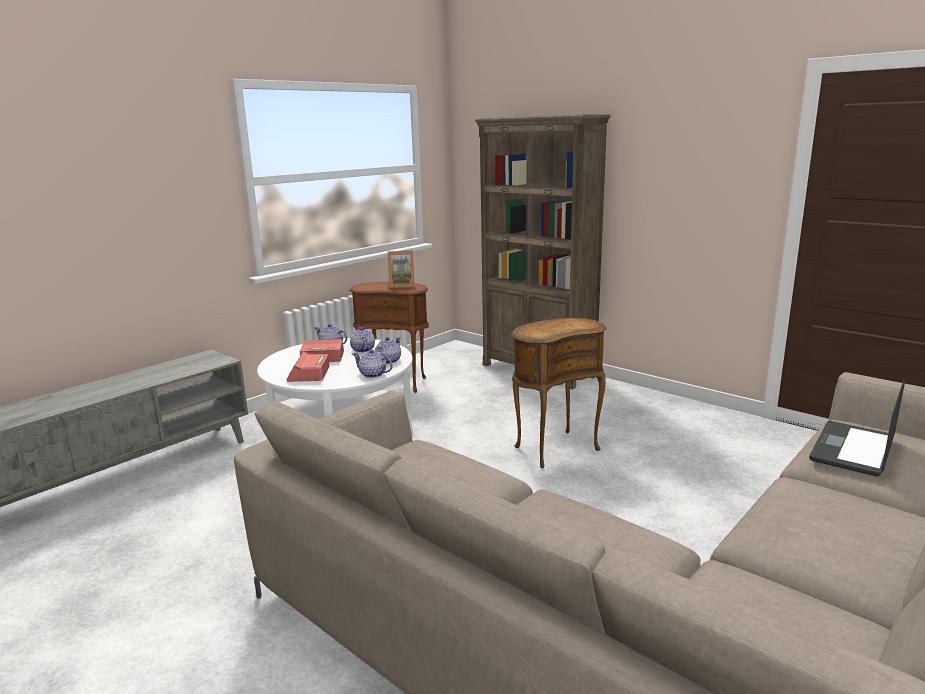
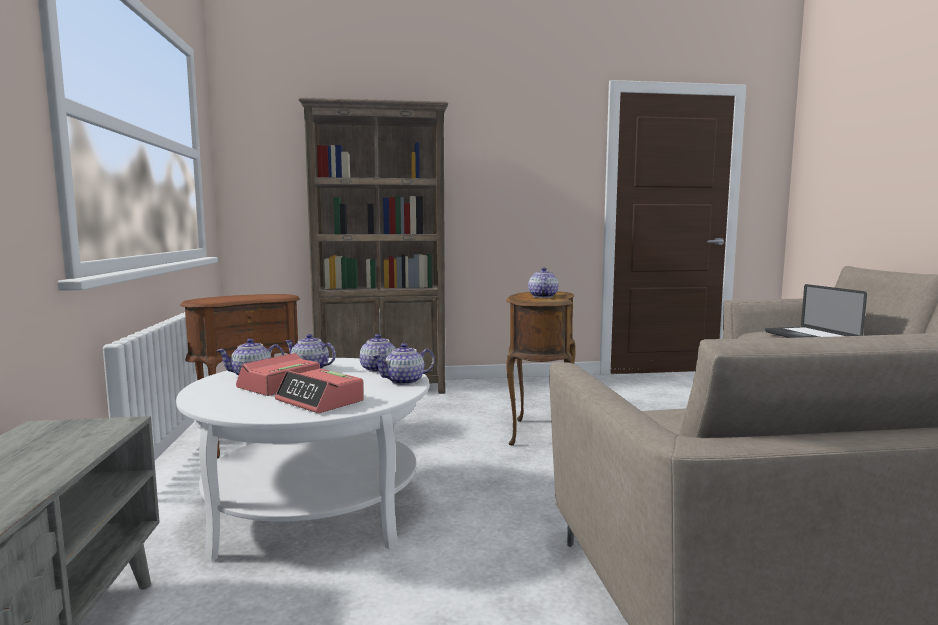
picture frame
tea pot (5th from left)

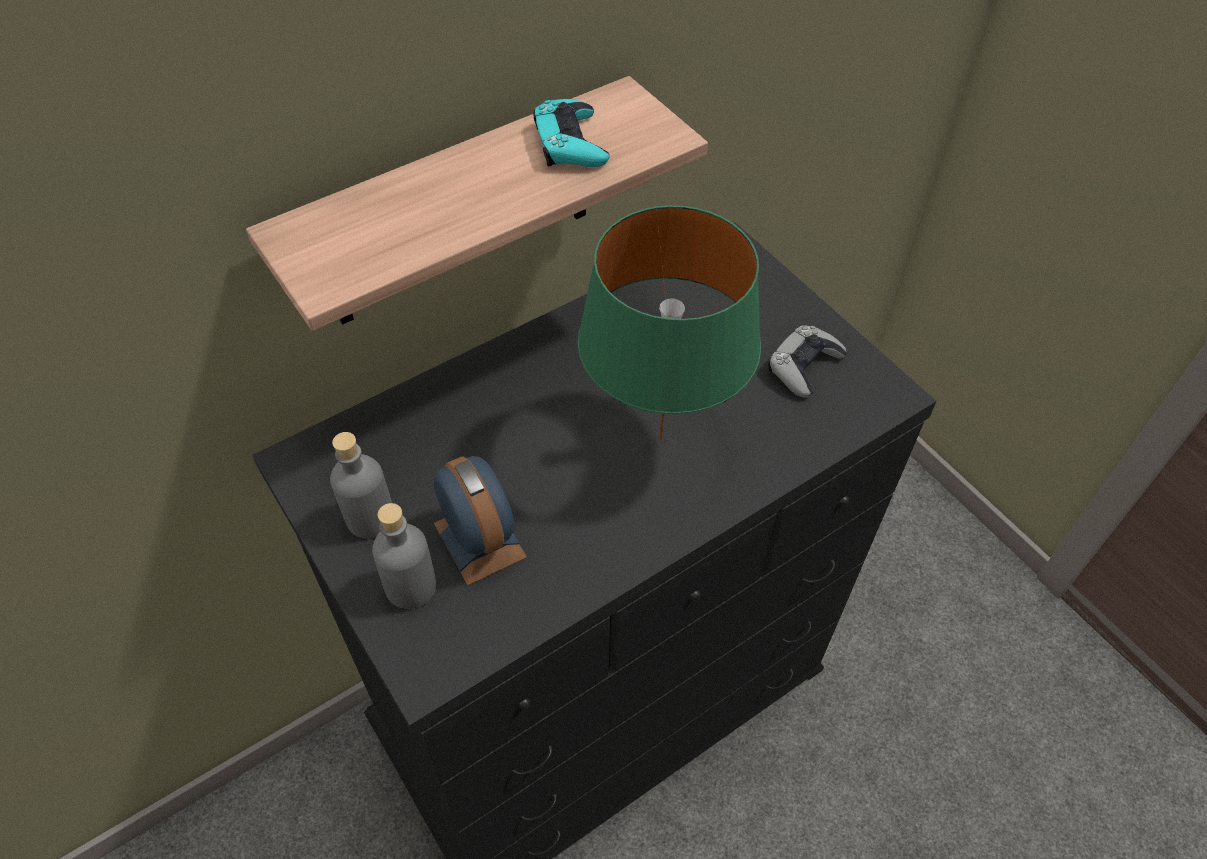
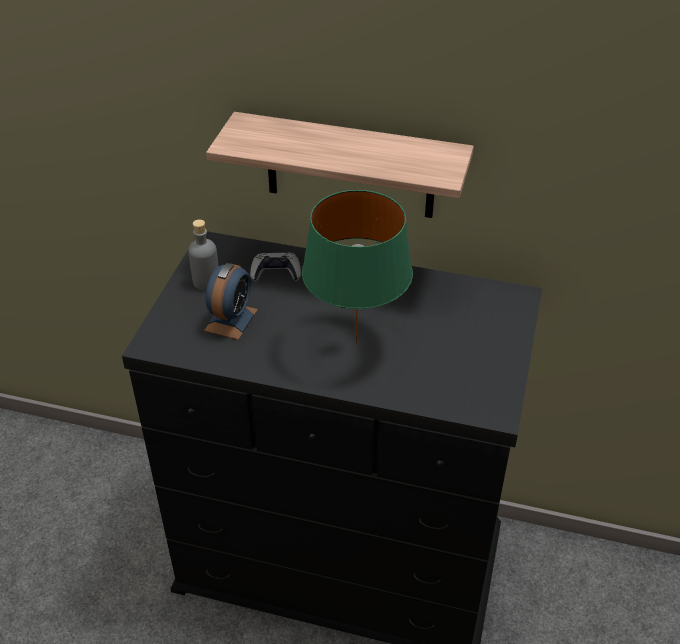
bottle in greyish (2nd from left in the first image)
game controller in turquoise
game controller in greyish

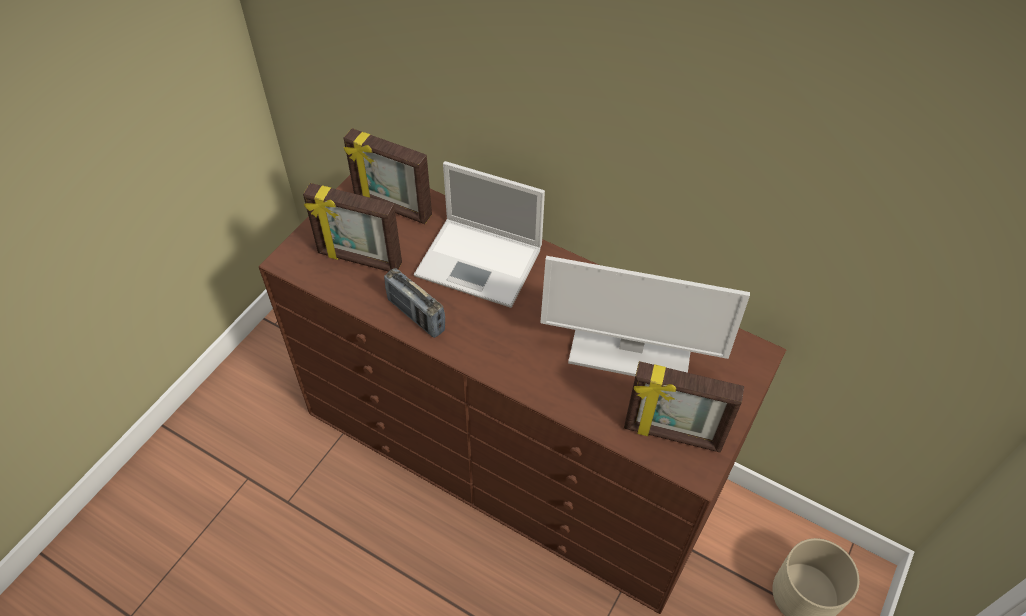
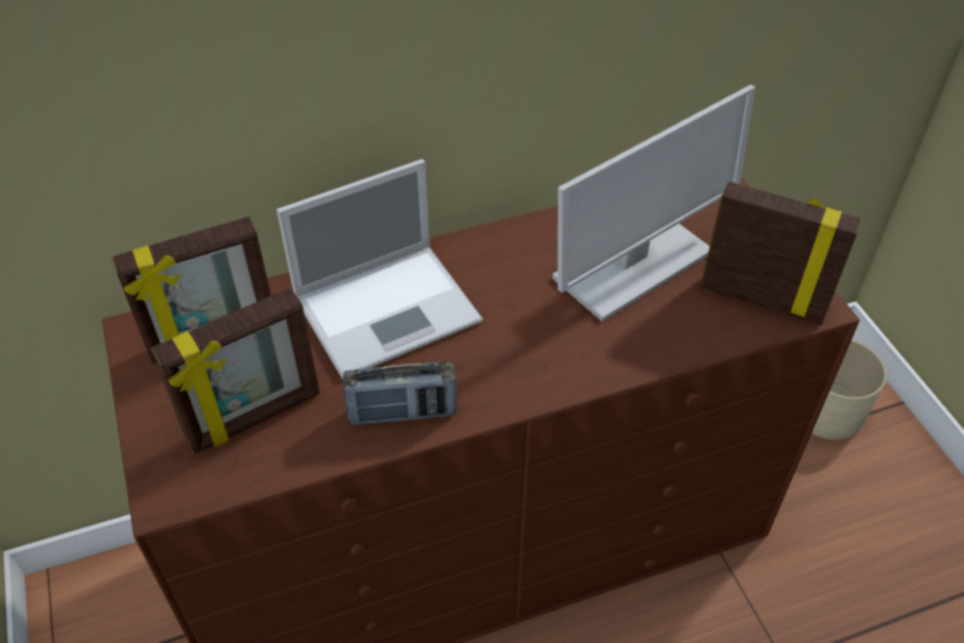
picture frame (3rd from left)

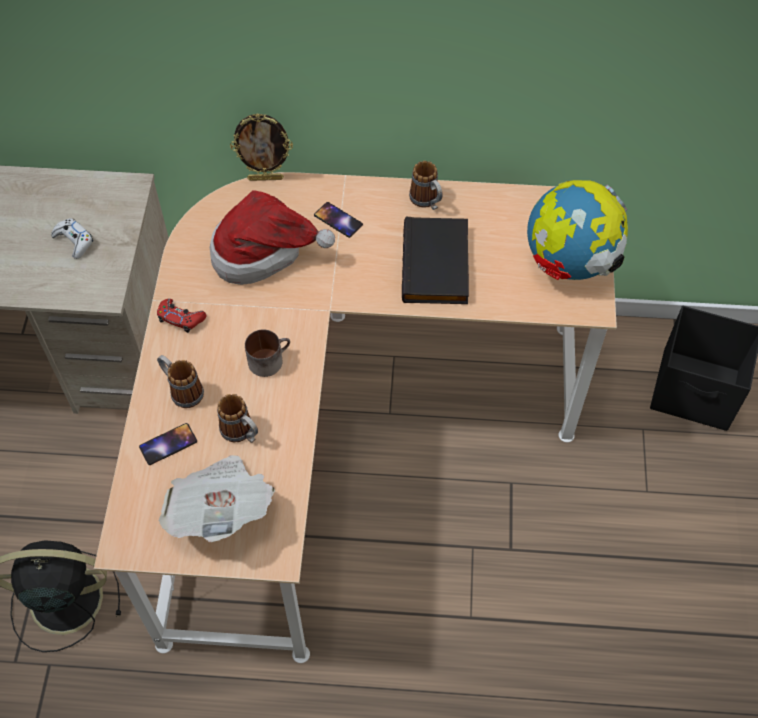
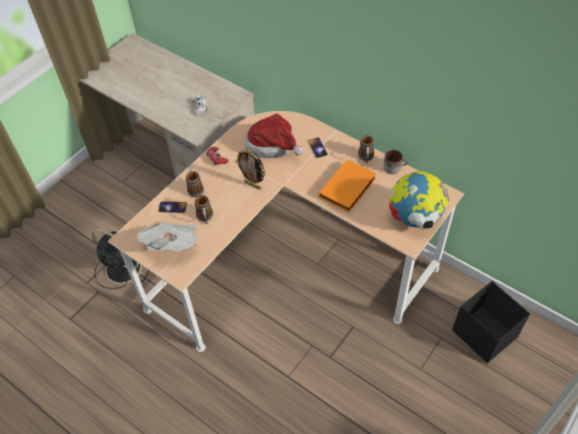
picture frame
tea mug (4th from left)
book in orange-coloured

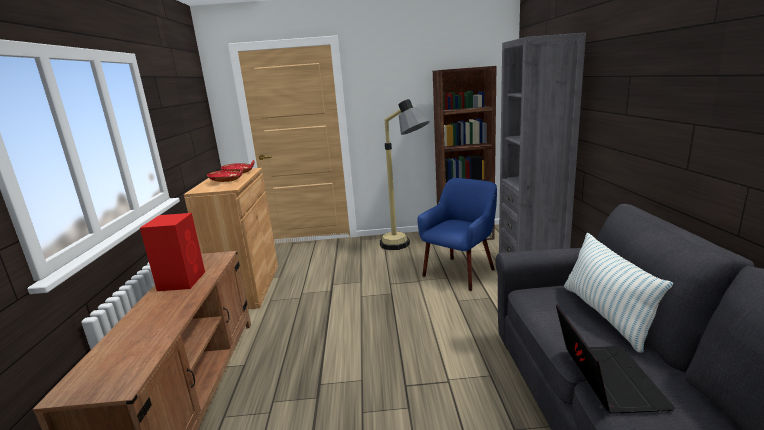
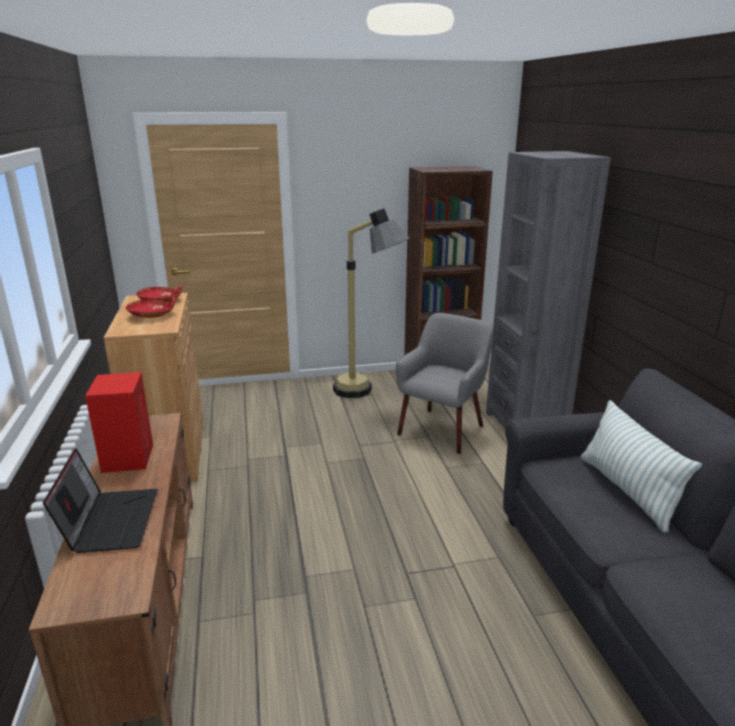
armchair in greyish
portable computer

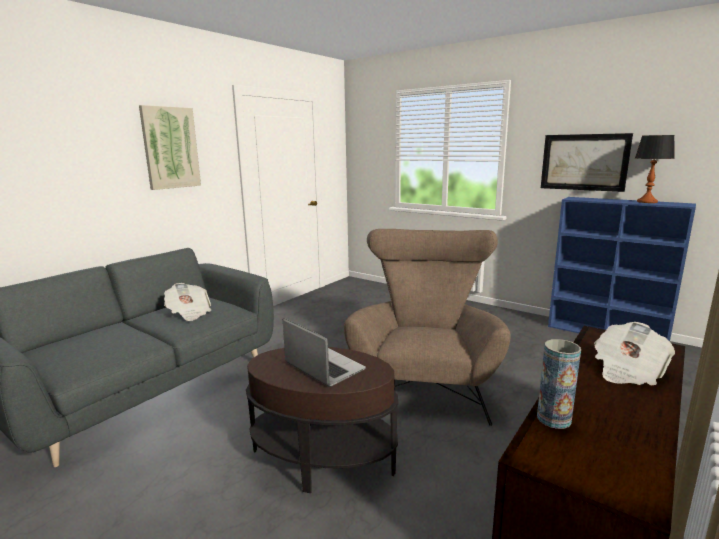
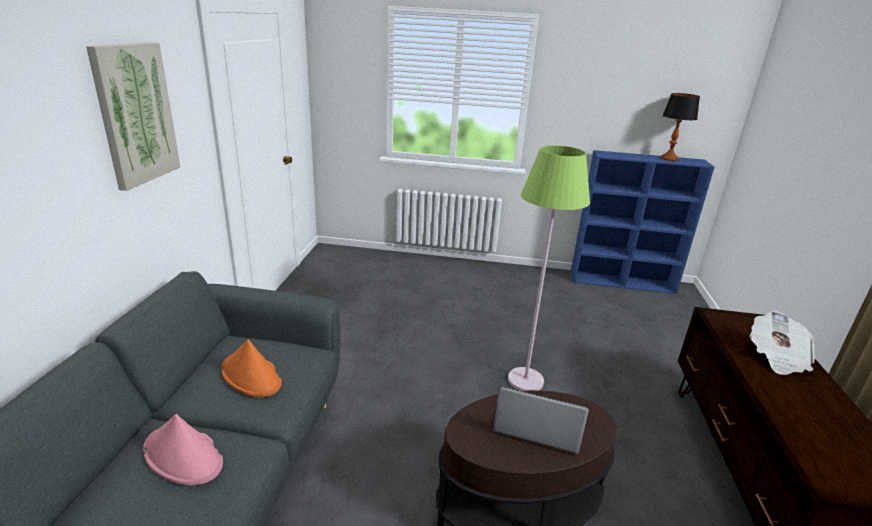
hat in orange-coloured
floor lamp in greenish
vase
wall picture (2nd from left in the first image)
hat in pink-coloured

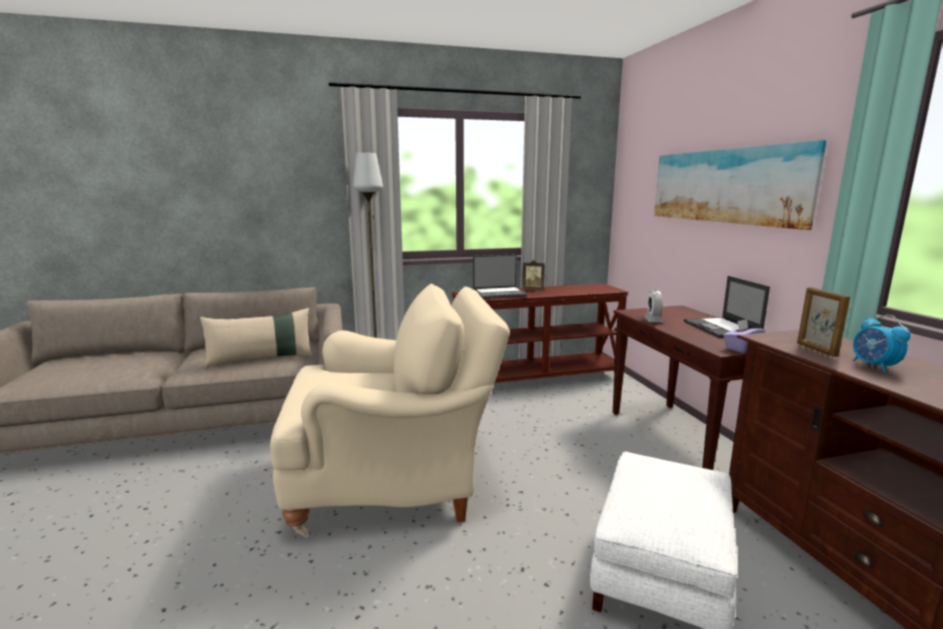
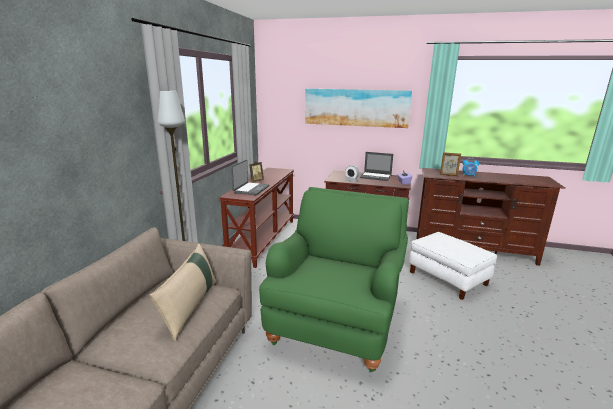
armchair in greenish

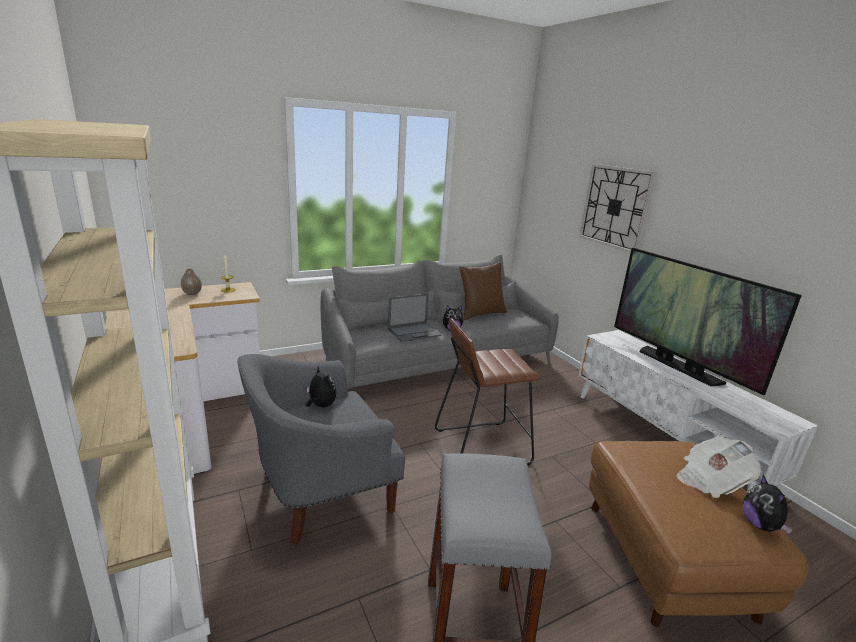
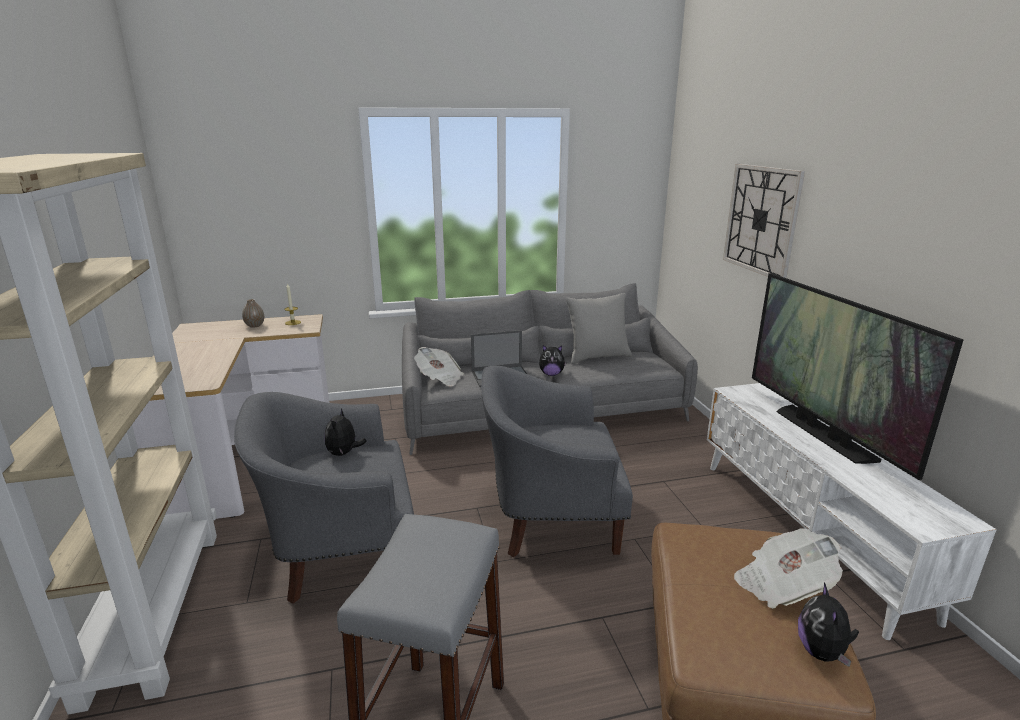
cuddly toy (1st from left)
armchair in greyish (2nd from left)
pillow in greyish
printed paper (1st from left)

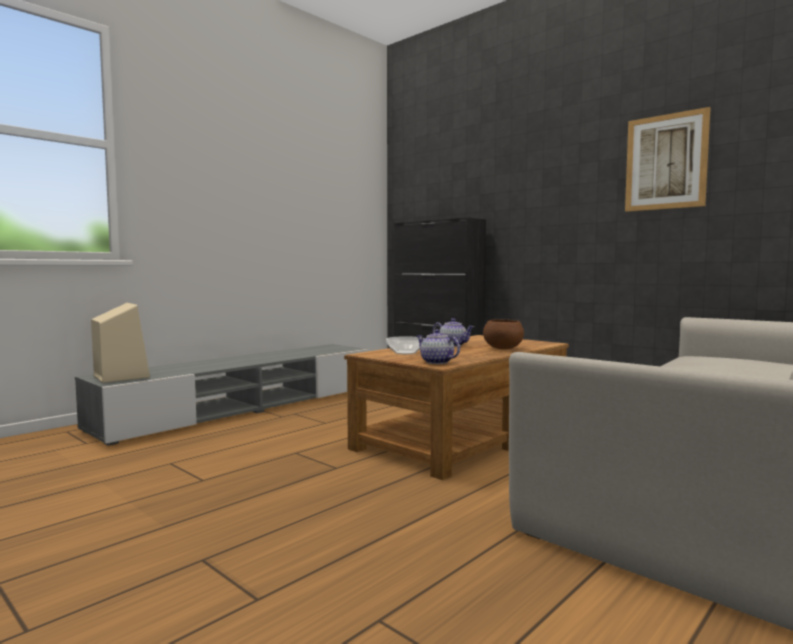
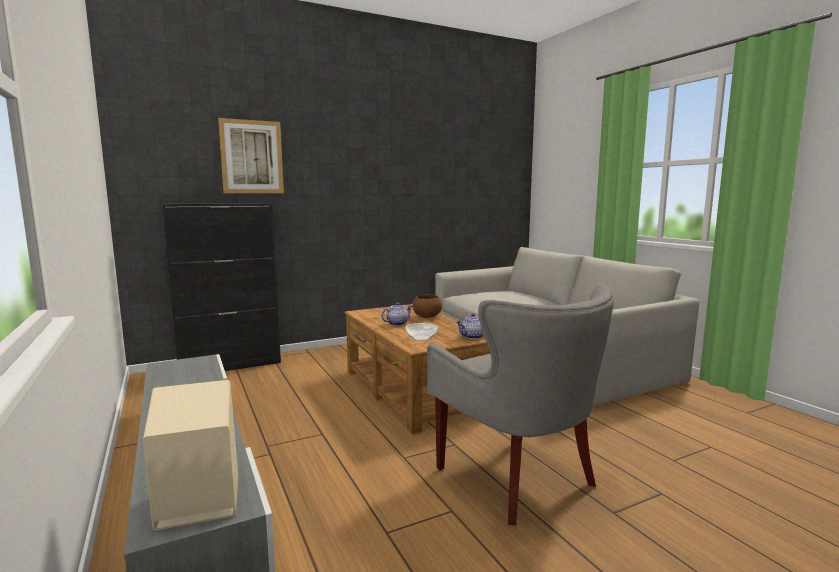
wall picture
armchair in greyish

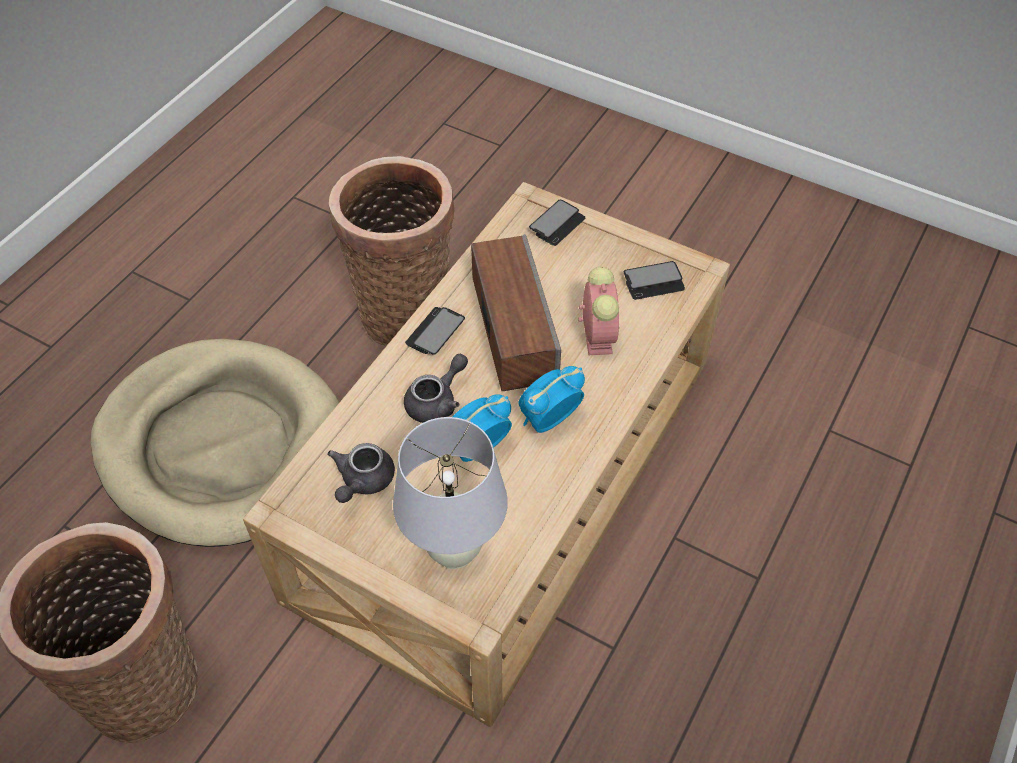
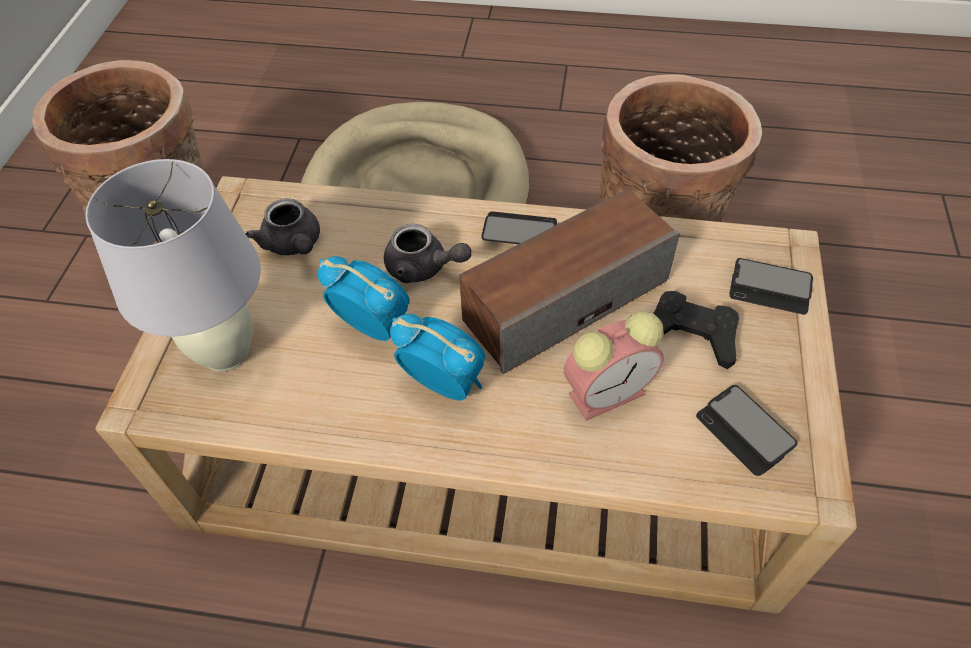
tea pot in greyish (1st from left)
game controller in black-coloured

